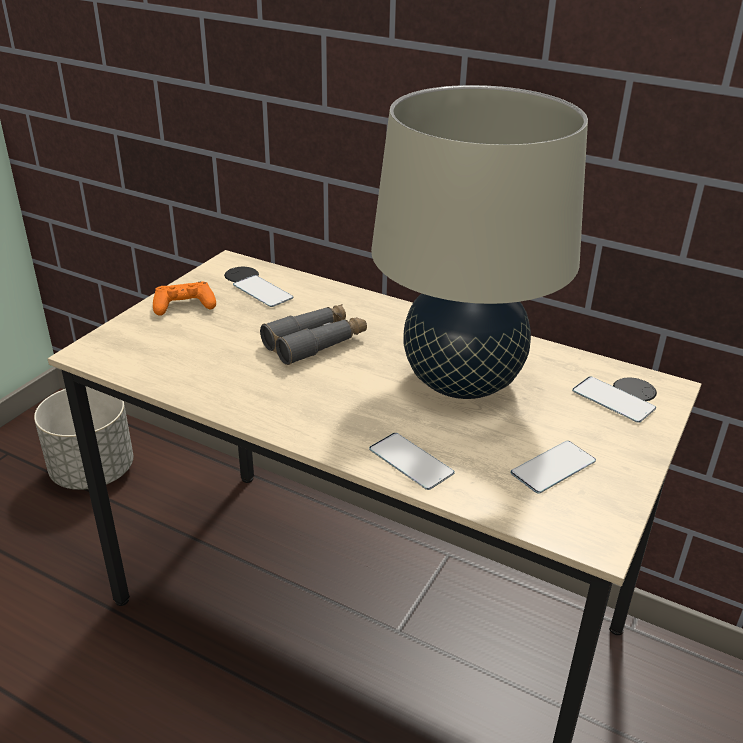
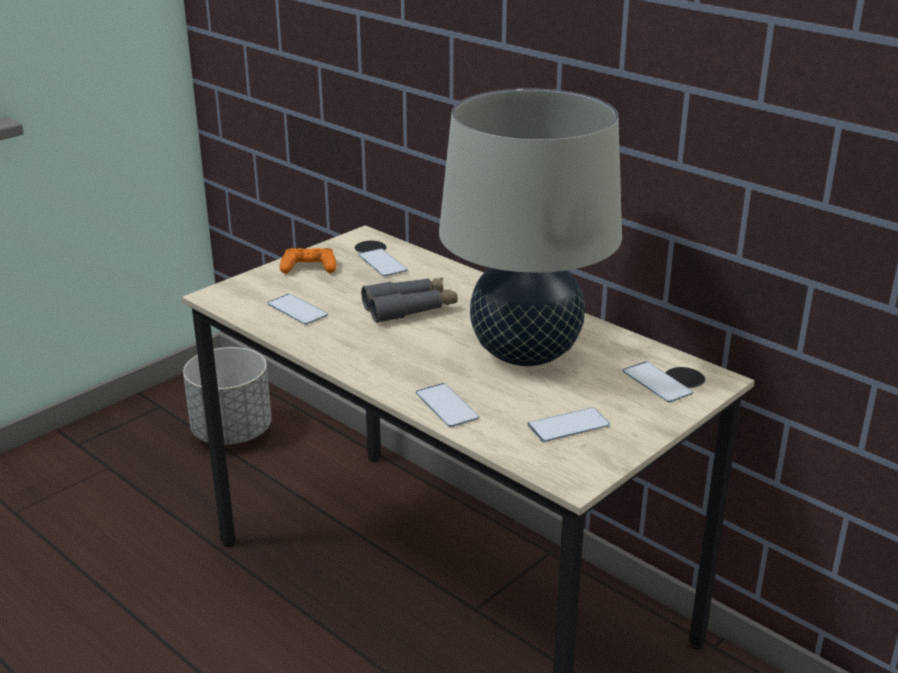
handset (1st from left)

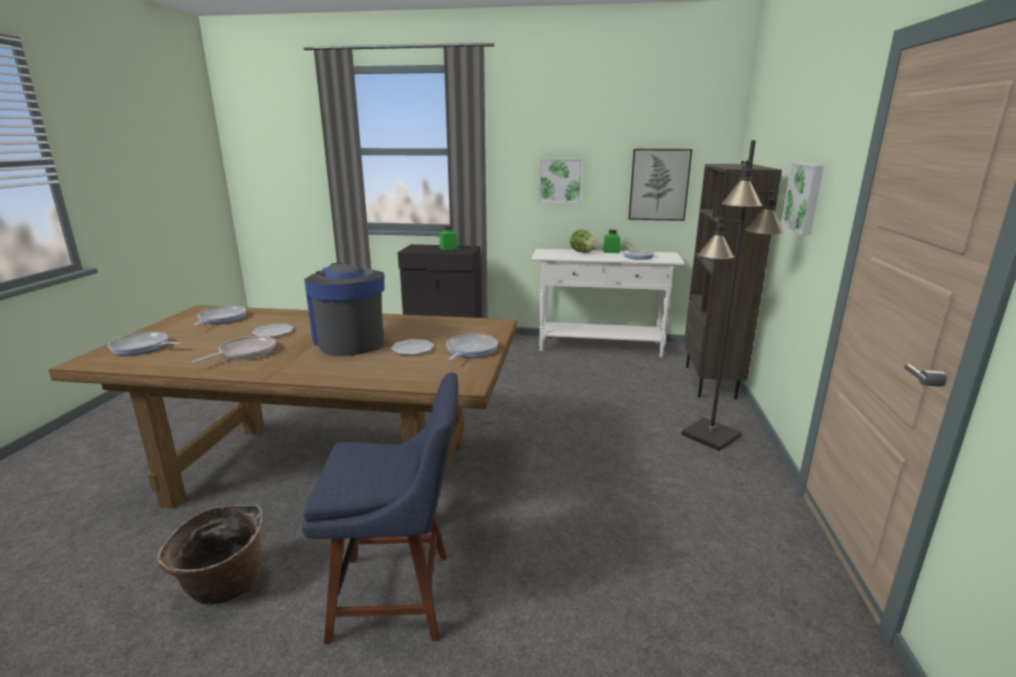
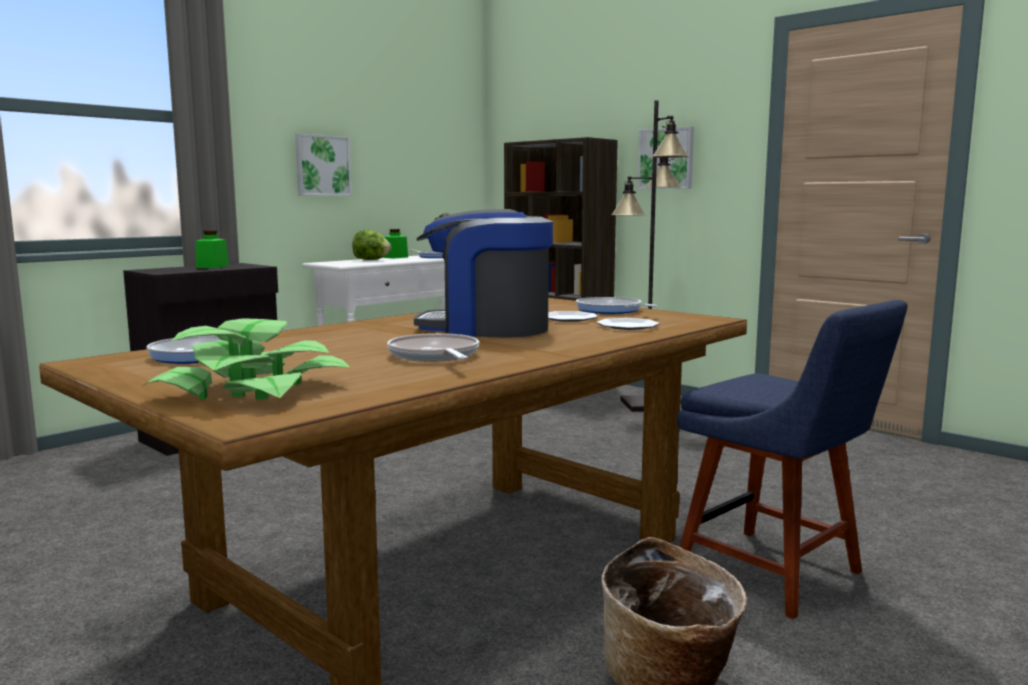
potted plant
plate (2nd from left)
plain chair in bluish
wall picture (2nd from left in the first image)

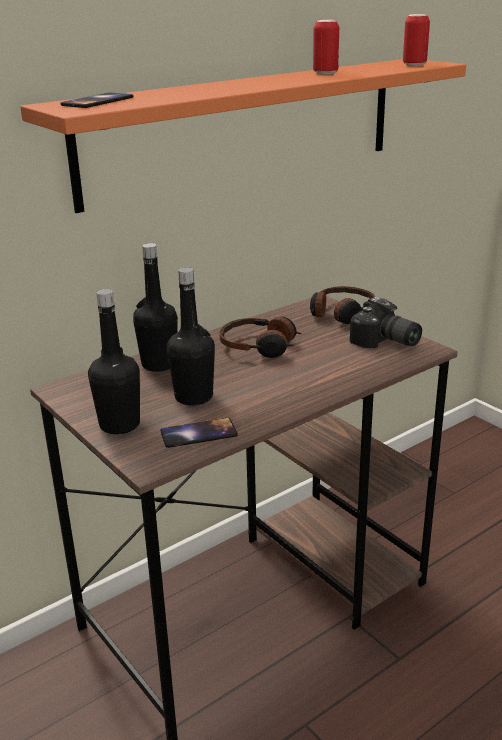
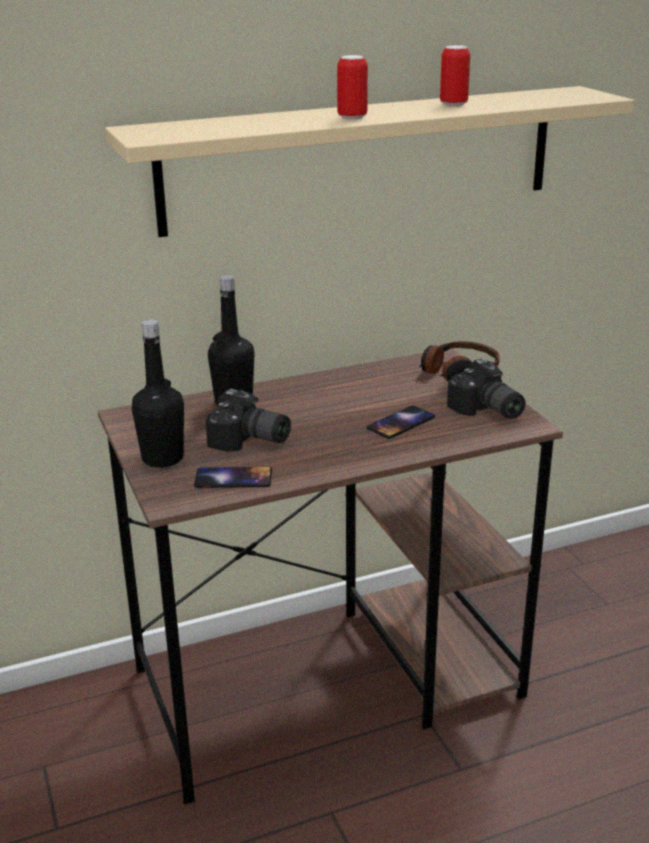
wall shelf in beige-coloured
handset (2nd from left)
still camera (1st from left)
pair of headphones (1st from left in the first image)
can (1st from left)

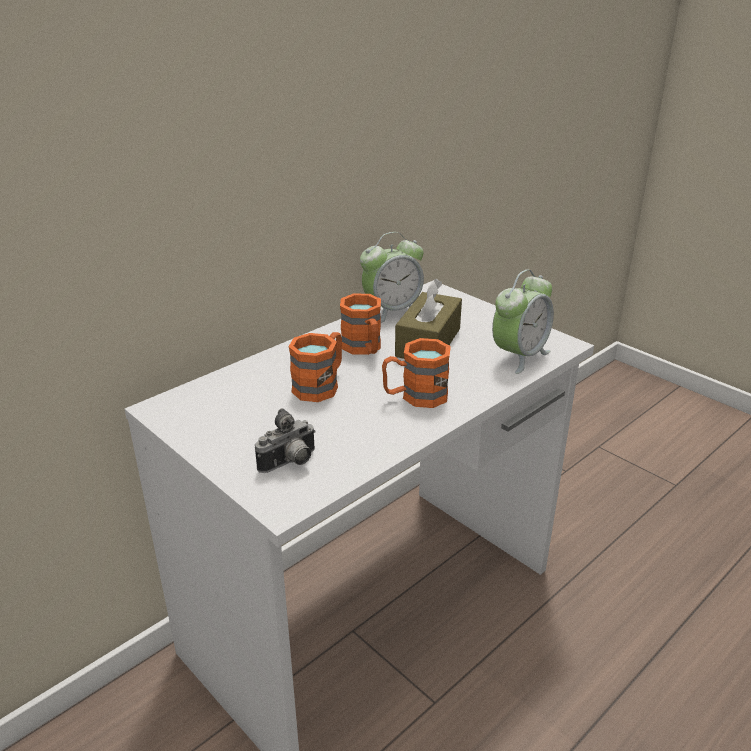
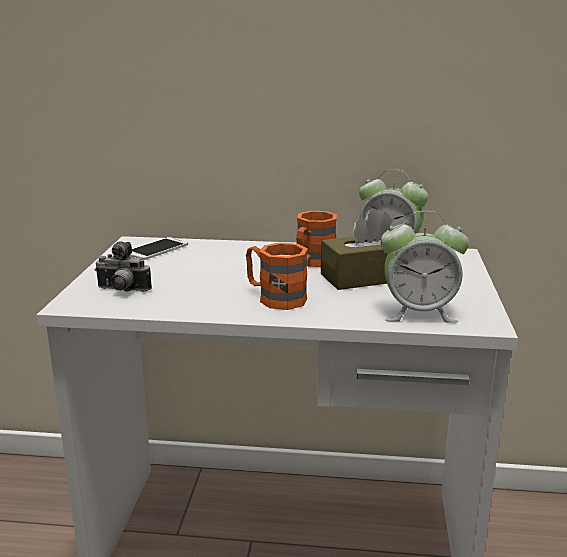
tea mug in orange-coloured (1st from left in the first image)
handset

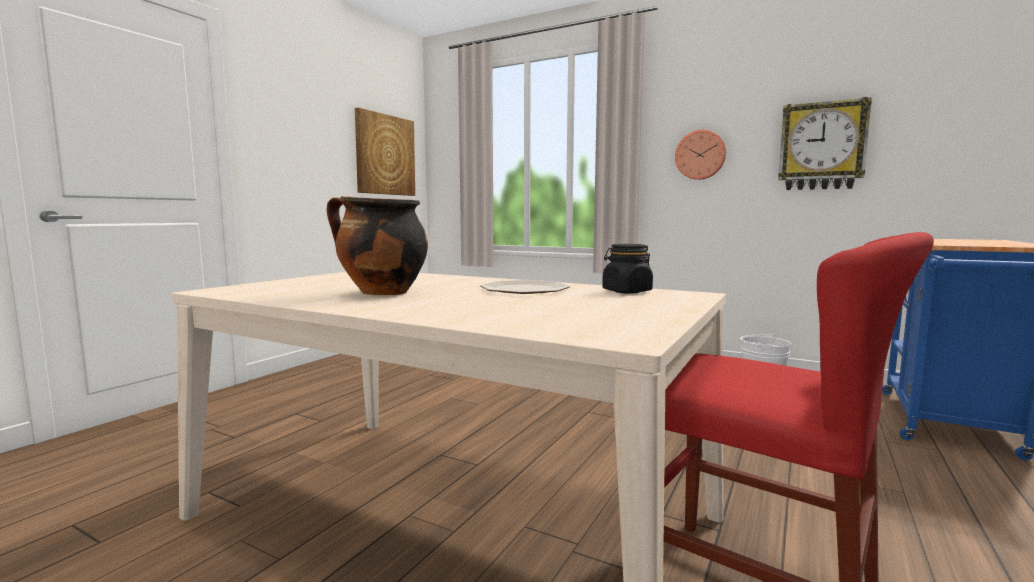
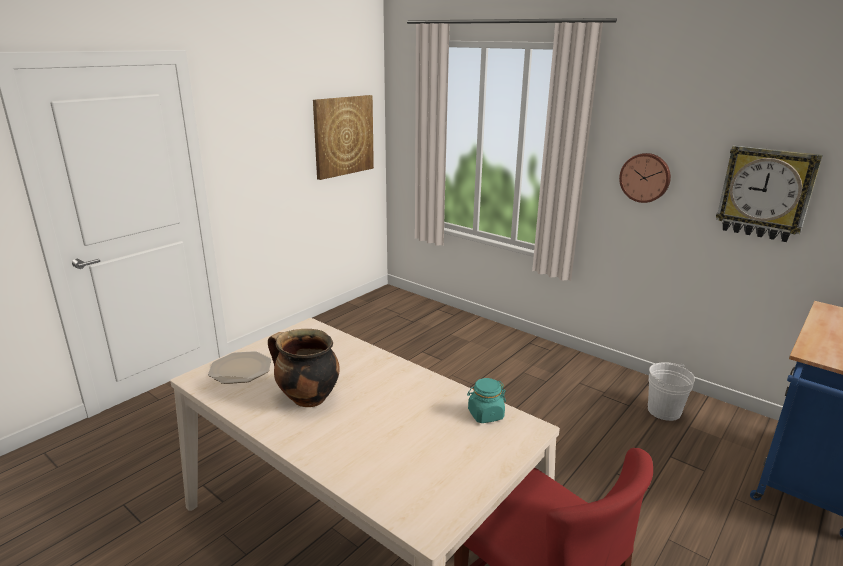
plate
storage jar in turquoise

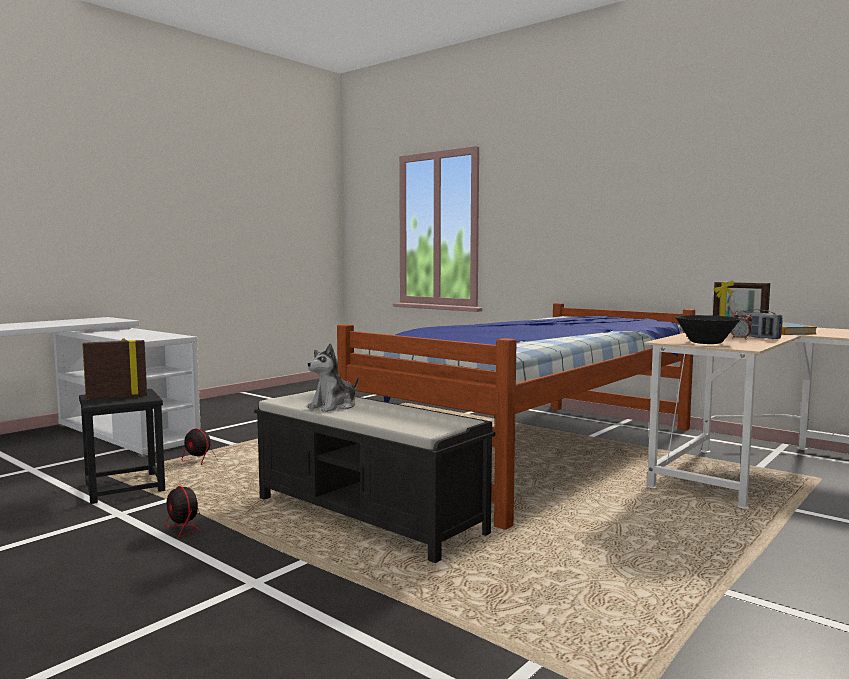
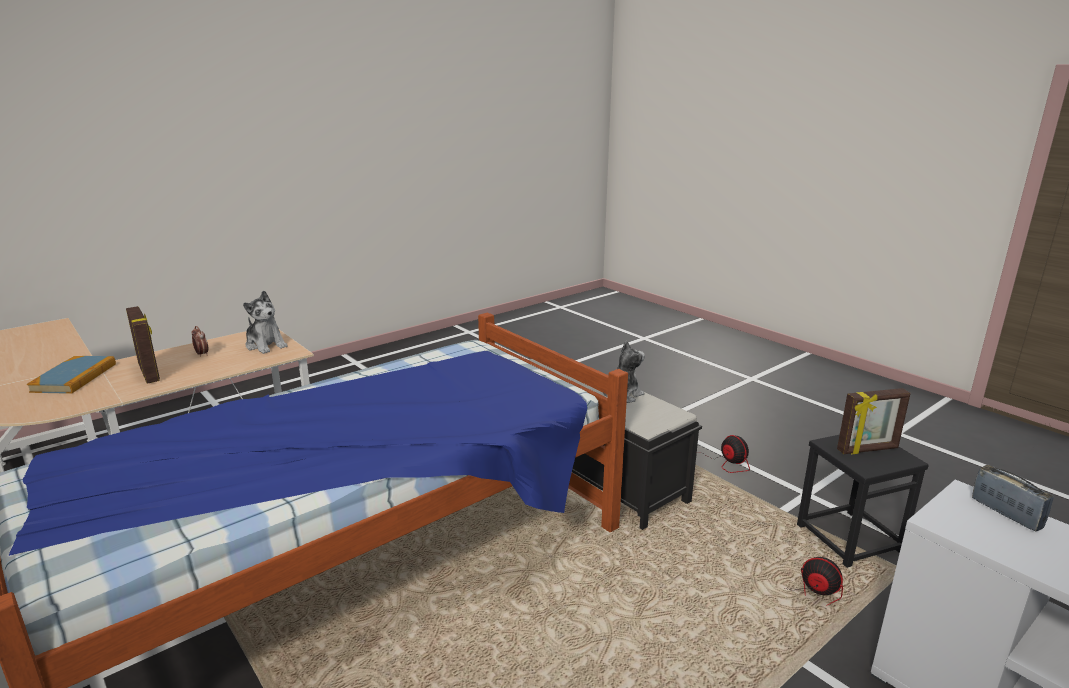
cuddly toy (1st from left)
radio set

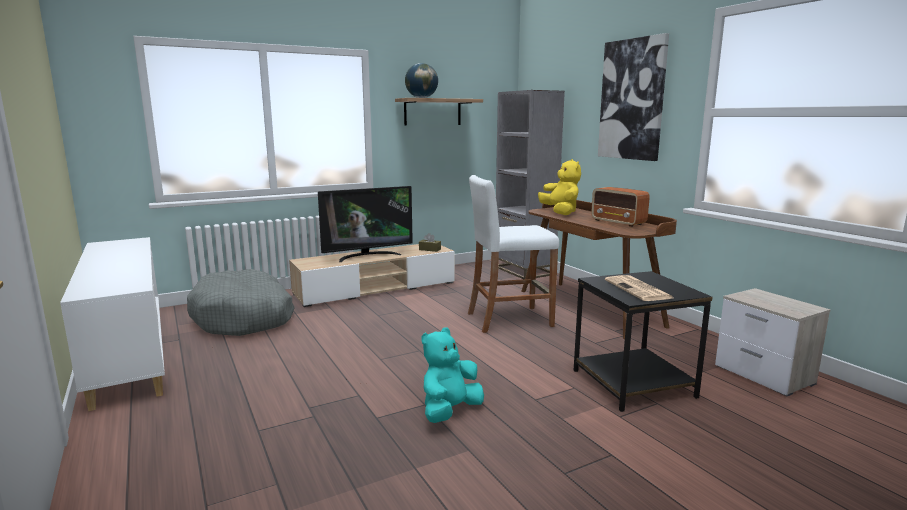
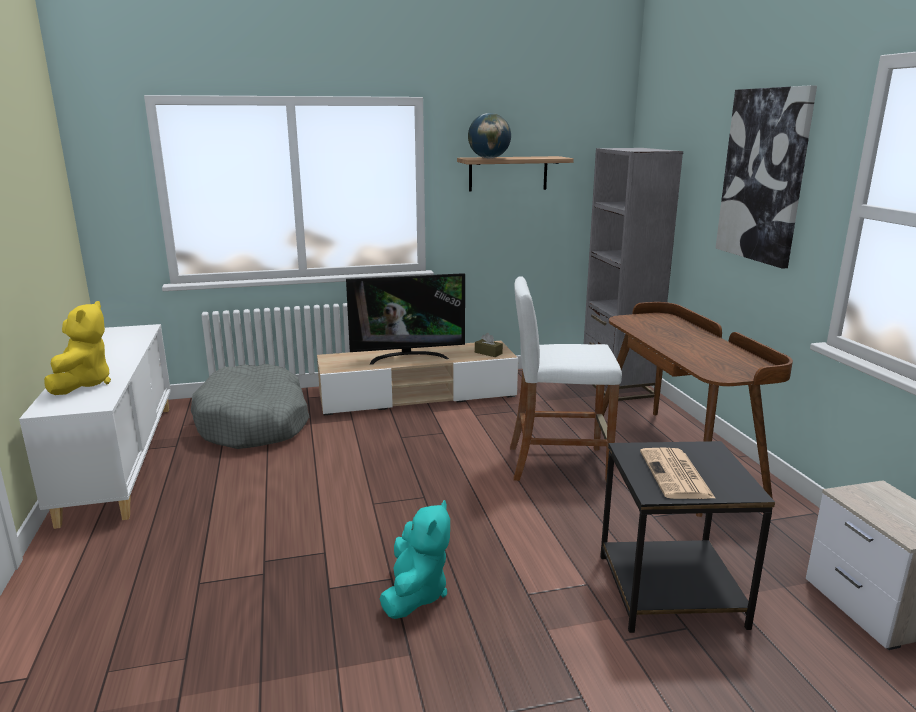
cuddly toy in turquoise
cuddly toy in yellow-coloured
radio set

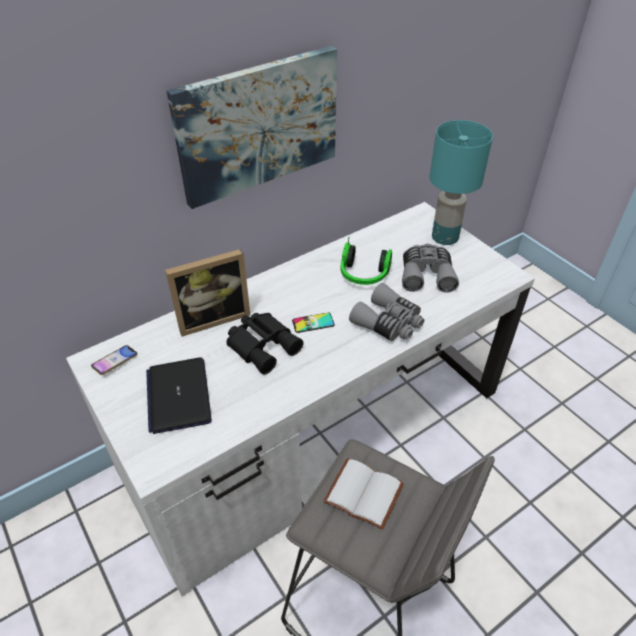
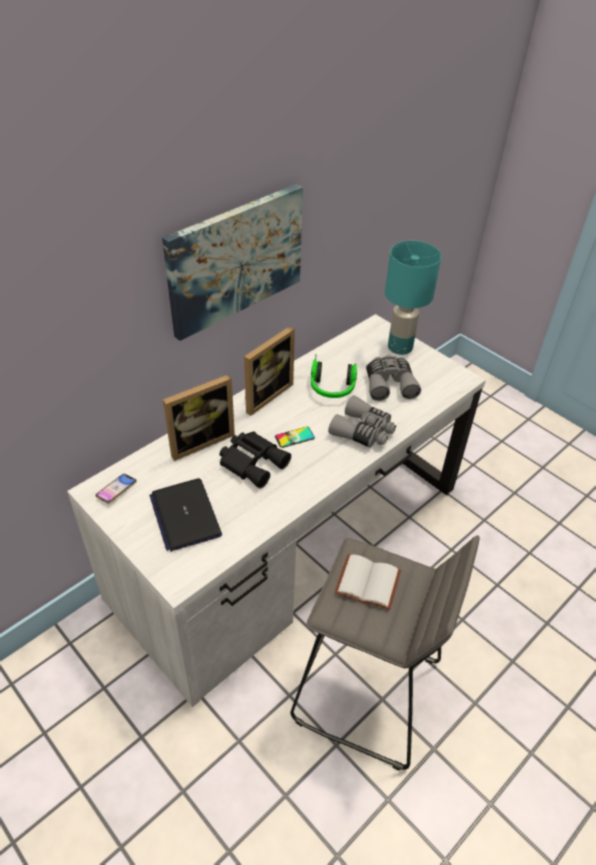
picture frame (2nd from left)

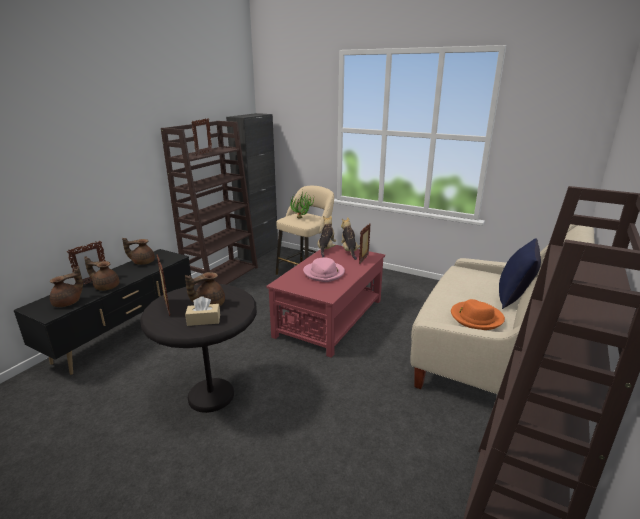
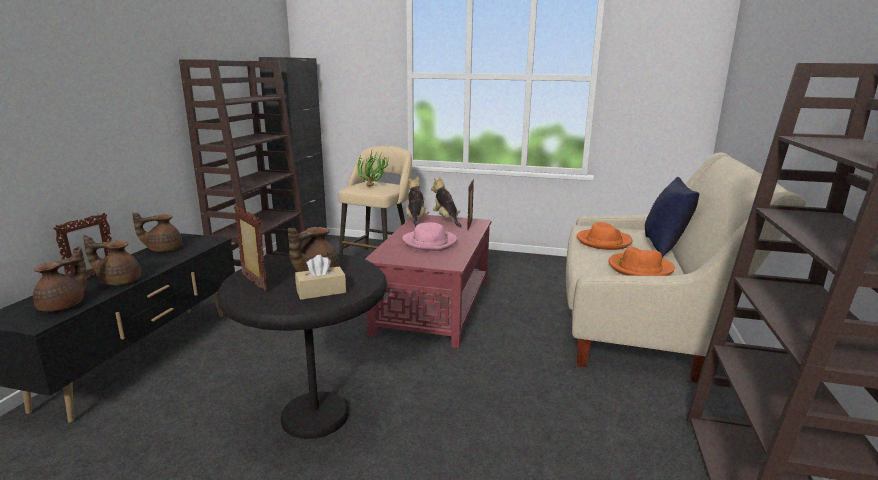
picture frame (3rd from left in the first image)
hat in orange-coloured (1st from left)

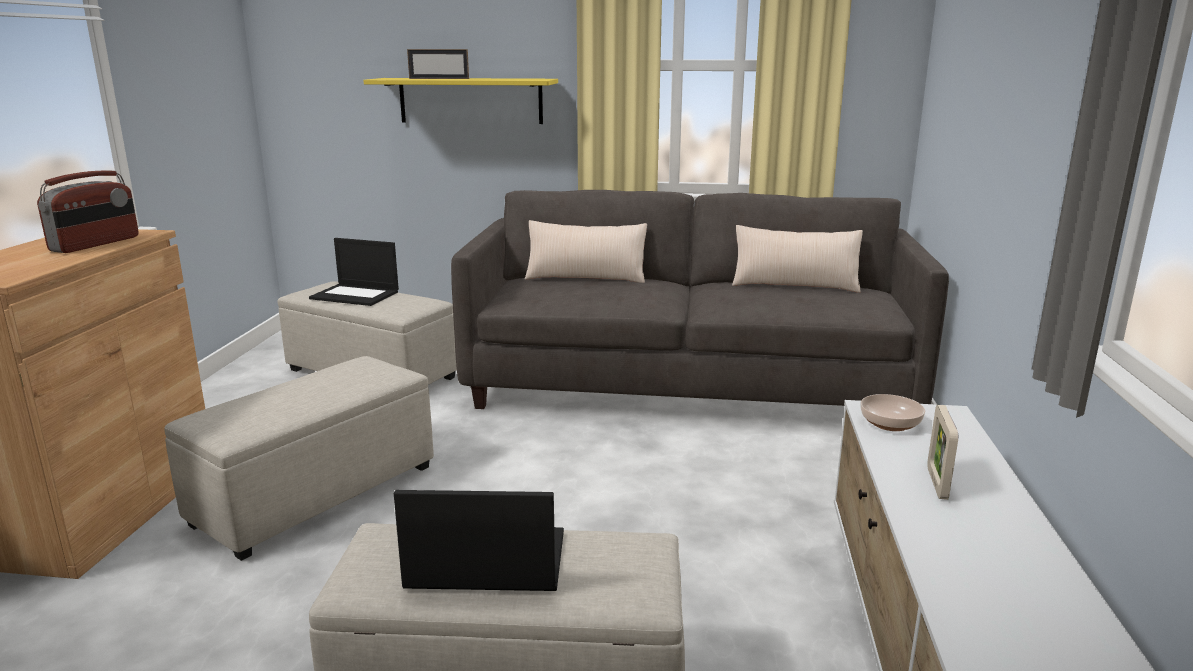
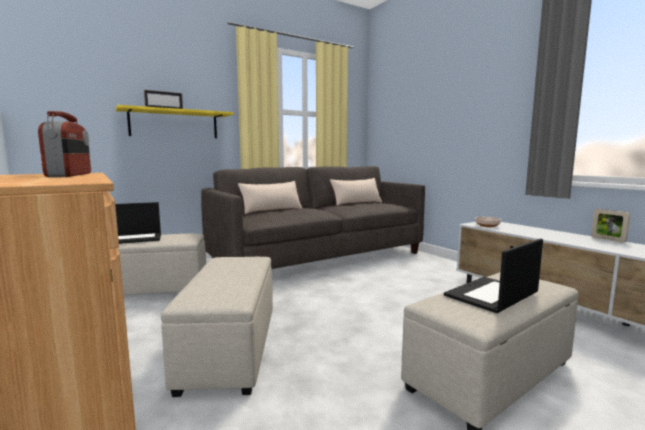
picture frame (2nd from left)

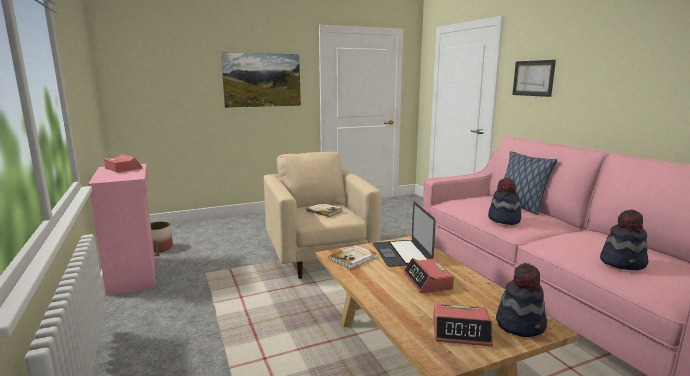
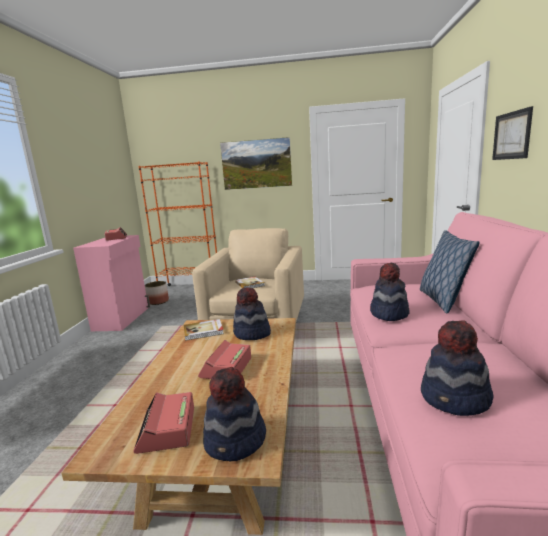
hat (2nd from left)
bedside clock (2nd from left)
bookcase in orange-coloured

